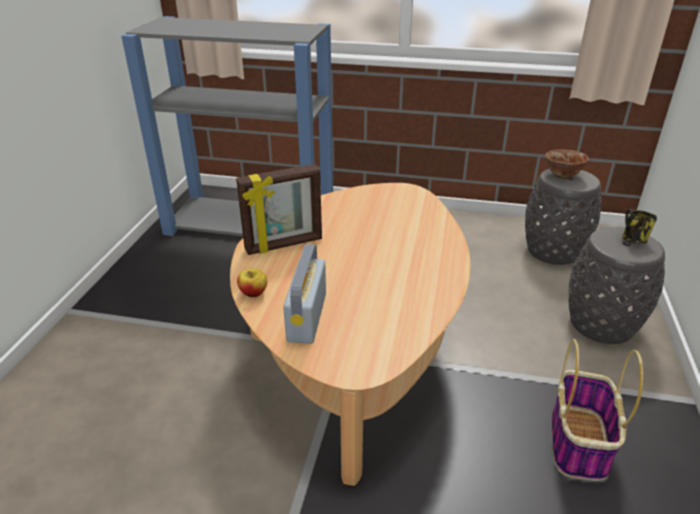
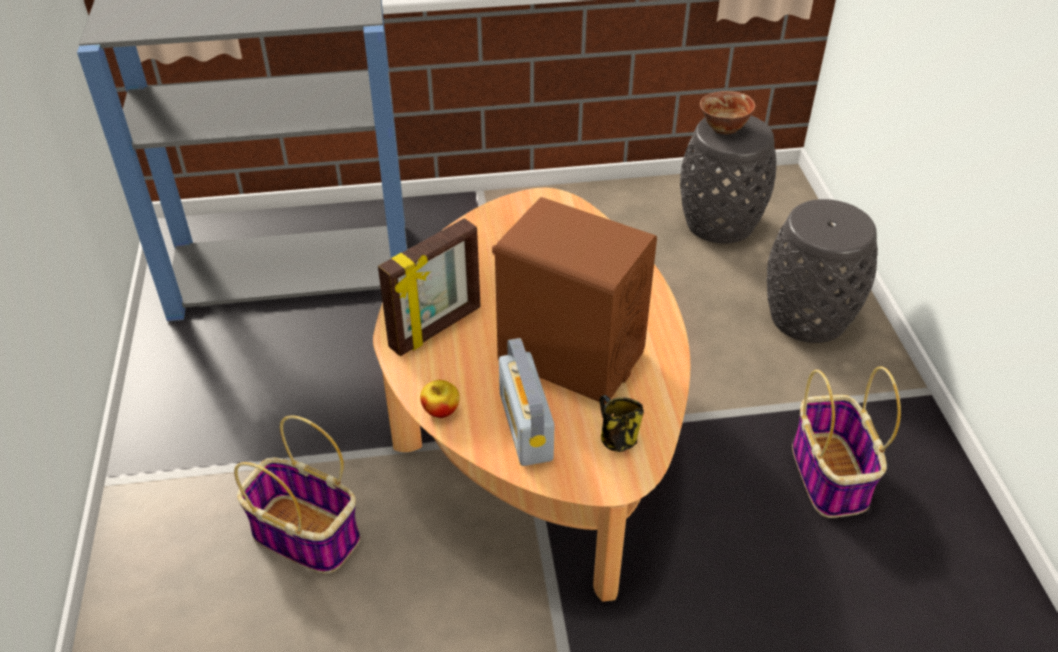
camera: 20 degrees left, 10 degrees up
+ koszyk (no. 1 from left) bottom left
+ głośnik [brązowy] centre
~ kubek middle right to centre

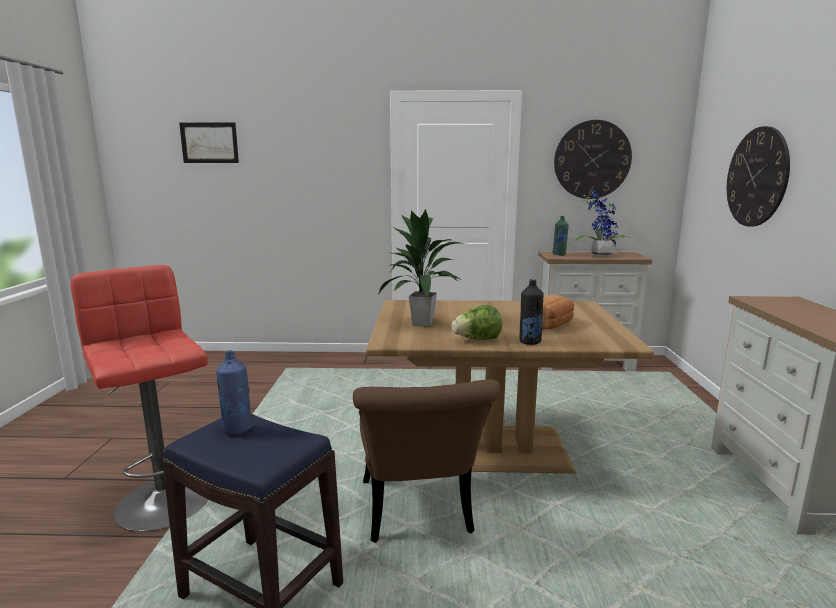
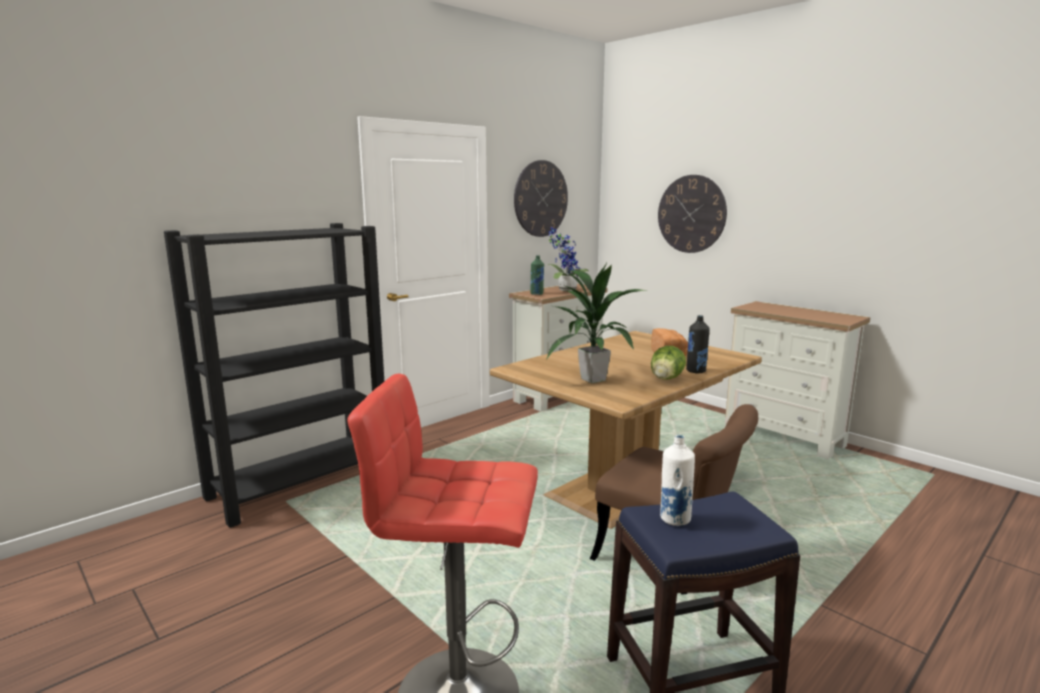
camera: 45 degrees left, 0 degrees up
+ regał [czarny] middle left
~ butelka [niebieski] middle left to butelka [biały] bottom centre
- obraz top left

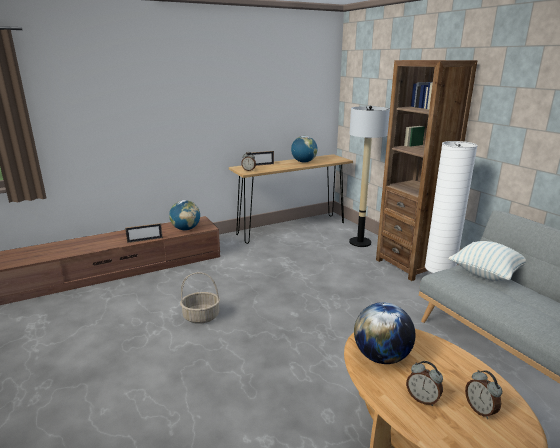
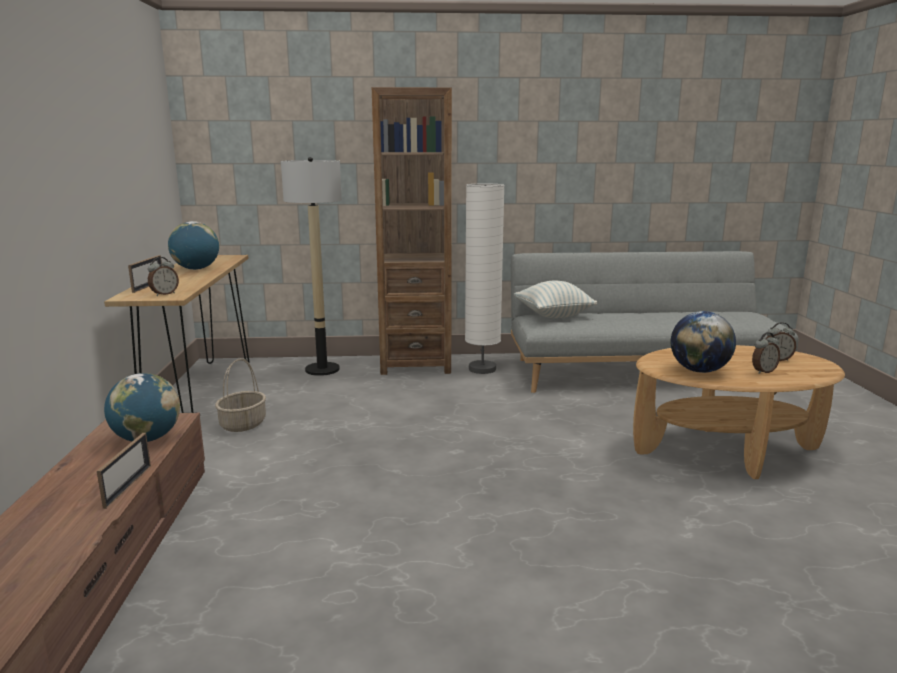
camera: 65 degrees left, 5 degrees down
~ koszyk centre to middle left

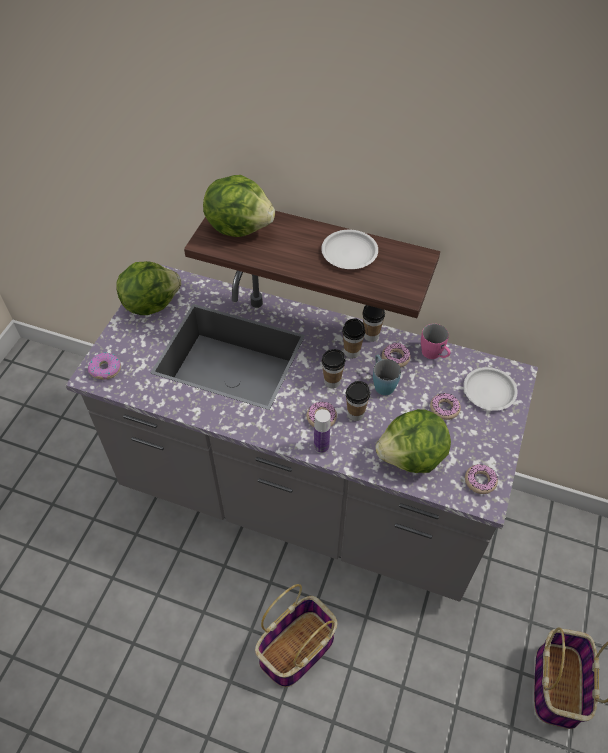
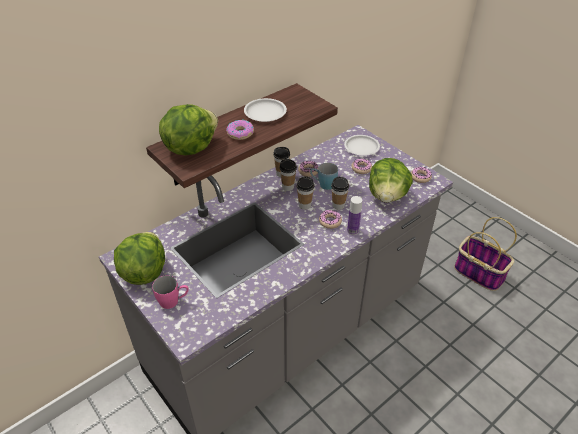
camera: 60 degrees left, 10 degrees down
~ kubek [różowy] middle right to bottom left
~ donut (no. 1 from left) middle left to top centre
- koszyk (no. 1 from left) bottom centre

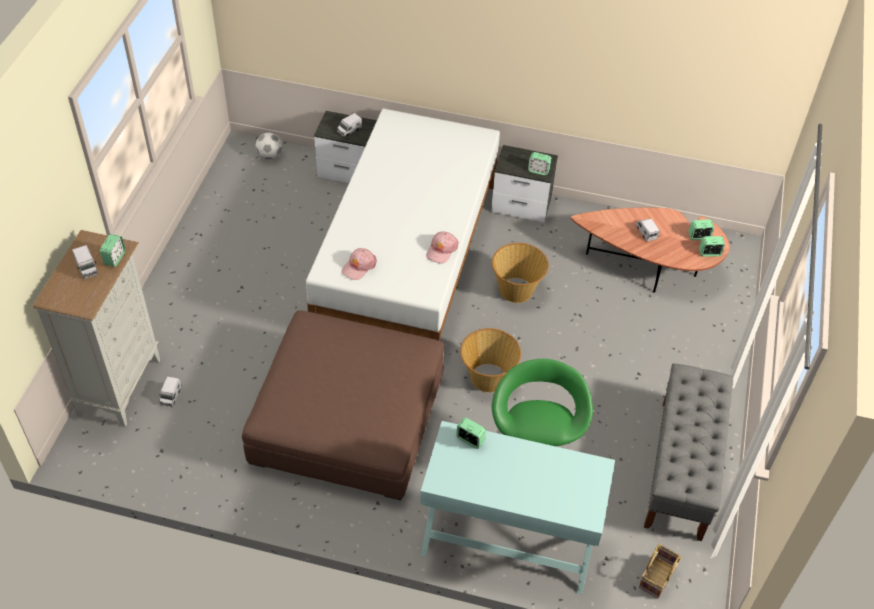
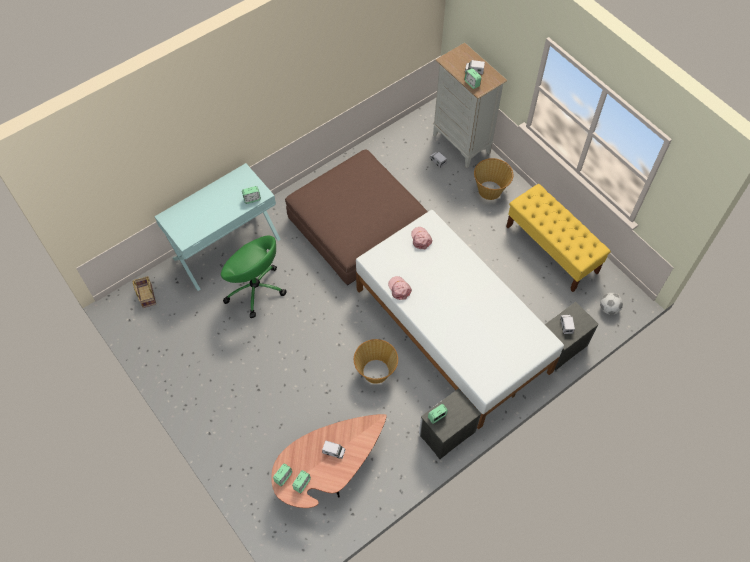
camera: 130 degrees right, 10 degrees up
~ koszyk (no. 1 from left in the first image) centre to koszyk (no. 3 from left) top centre
+ ławka [żółty] middle right
- ławka [szary] bottom right

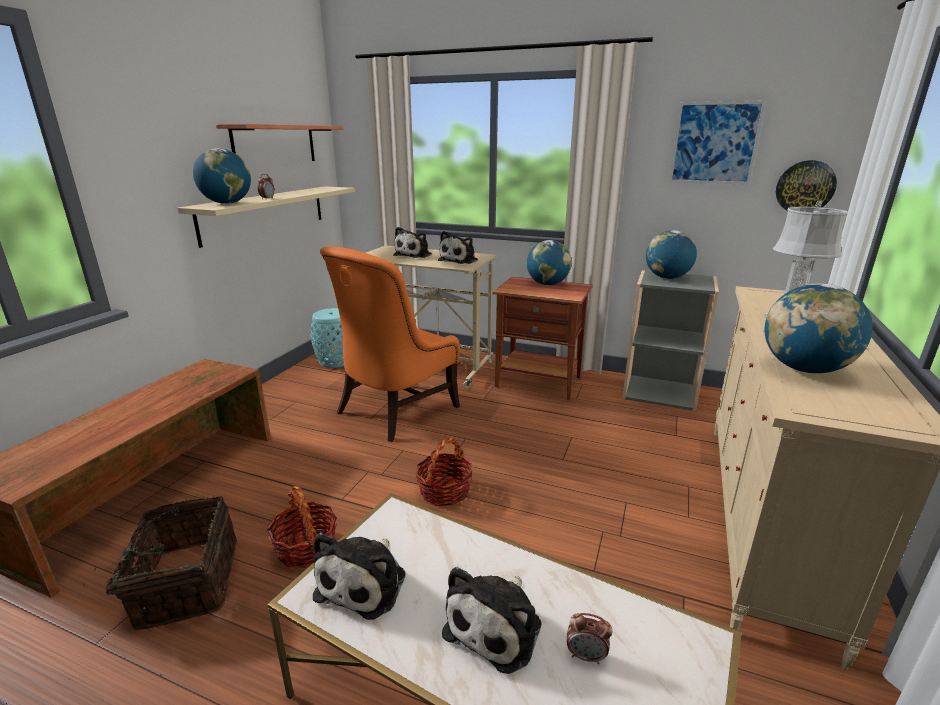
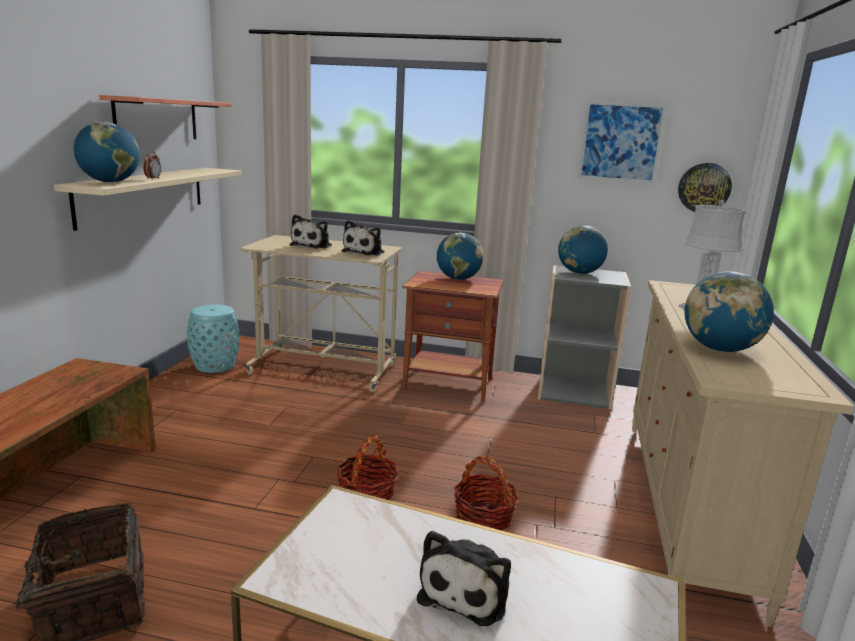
camera: 10 degrees left, 5 degrees down
~ koszyk (no. 2 from left in the first image) bottom left to koszyk (no. 3 from left) bottom centre
- pluszak (no. 1 from left) bottom centre
- krzesło [pomarańczowy] centre
- budzik (no. 2 from left) bottom centre

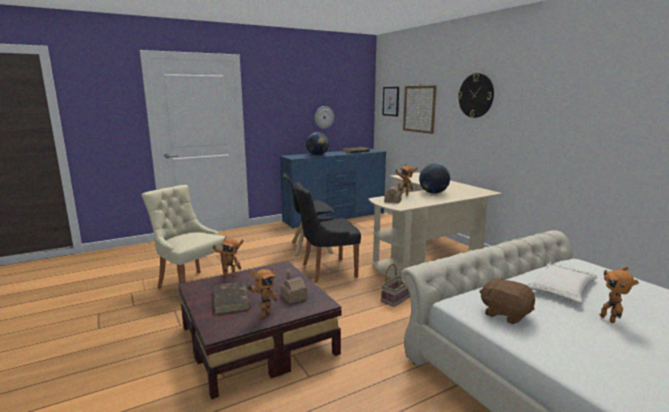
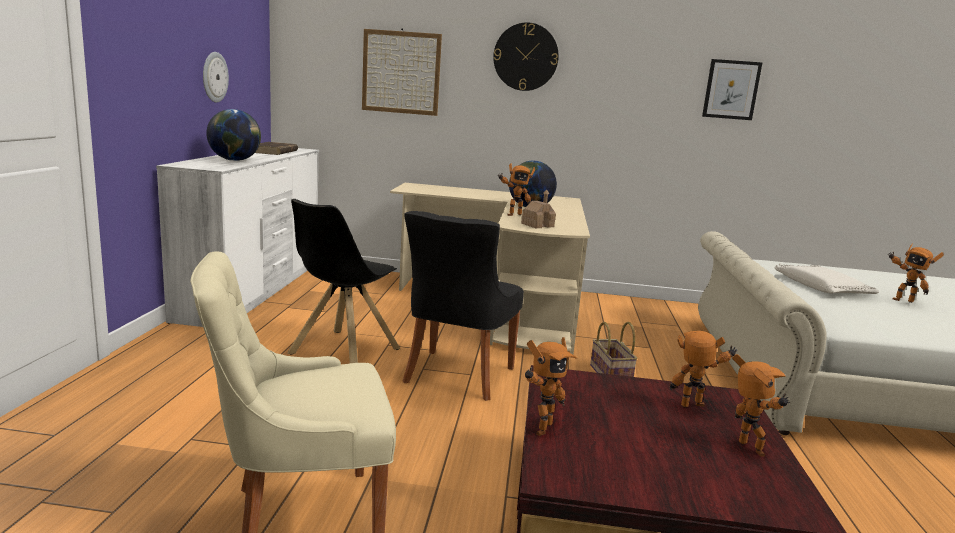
camera: 55 degrees left, 0 degrees up
~ komoda [niebieski] centre to komoda [biały] middle left
~ domek (no. 1 from left) bottom centre to robot zabawkowy (no. 3 from left) bottom right
~ obraz (no. 1 from left in the first image) top centre to obraz (no. 2 from left) top right
- książka [brązowy] (no. 1 from left) bottom centre
- pluszak [brązowy] bottom right

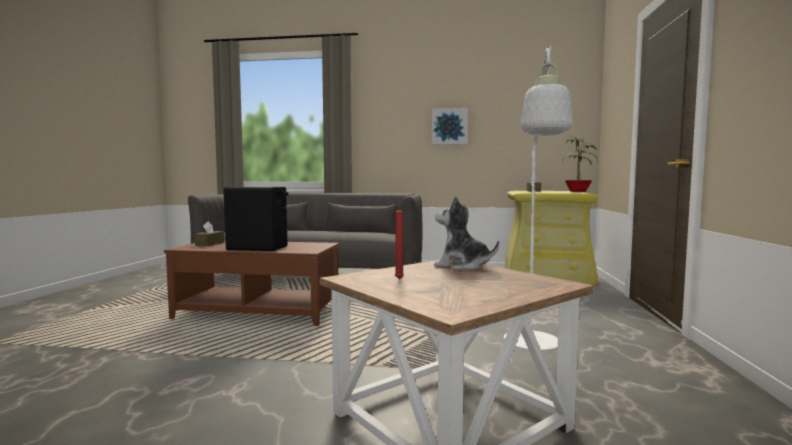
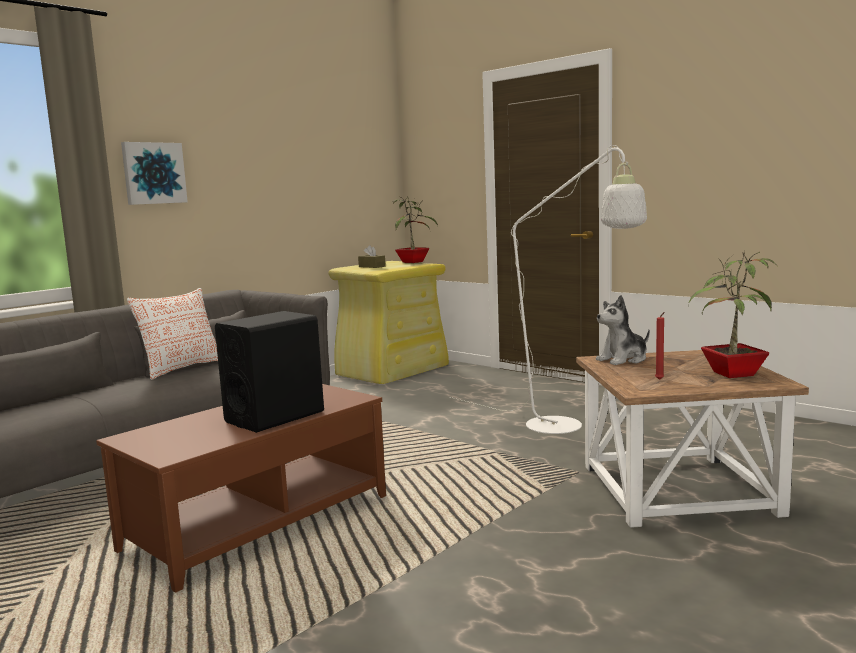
camera: 55 degrees left, 5 degrees up
~ obraz top centre to top left
+ poduszka [biały] middle left
+ roślina doniczkowa (no. 2 from left) middle right
- pudełko chusteczek [brązowy] (no. 1 from left) middle left

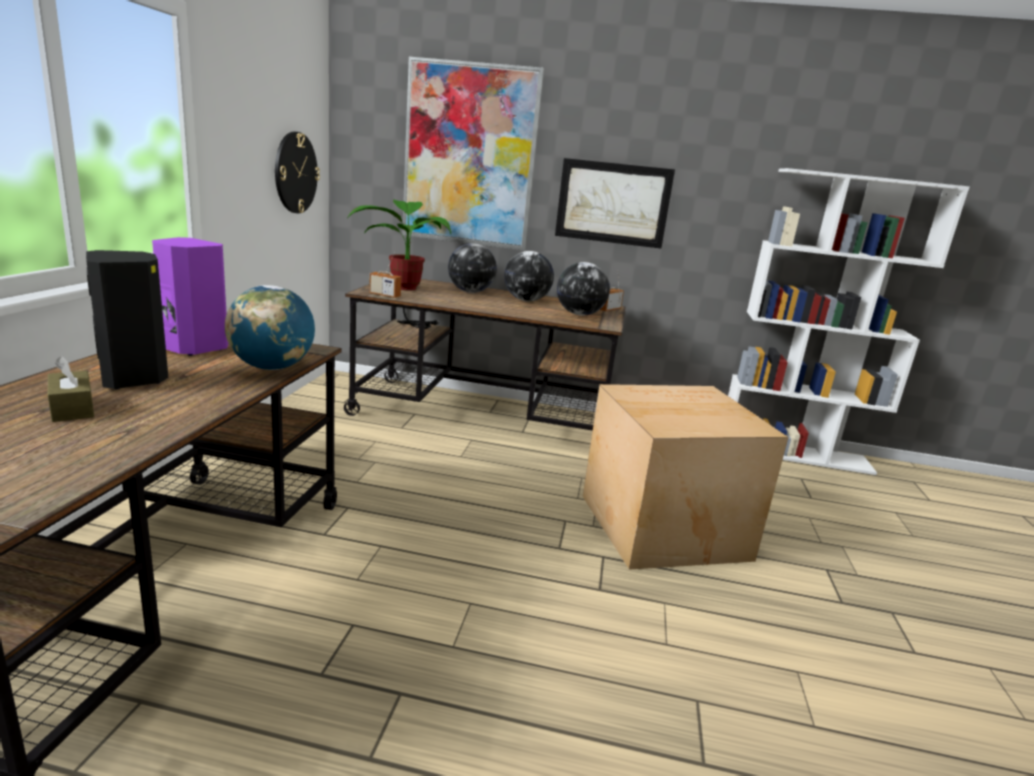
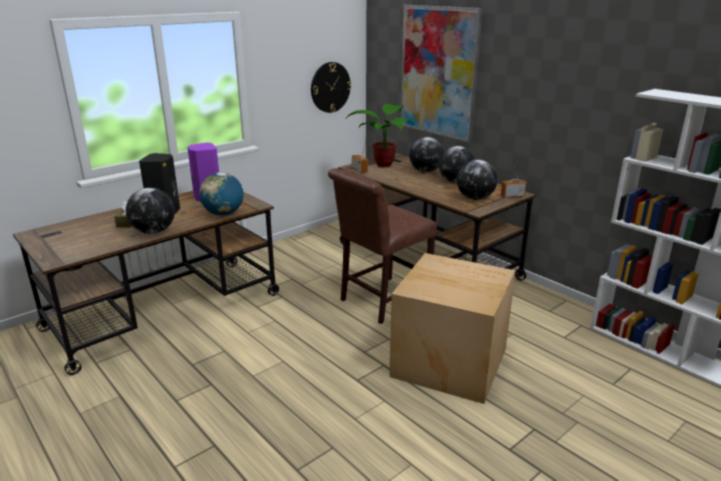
camera: 40 degrees right, 5 degrees up
+ globus (no. 1 from left) middle left
+ krzesło [brązowy] centre
- obraz (no. 2 from left) top centre

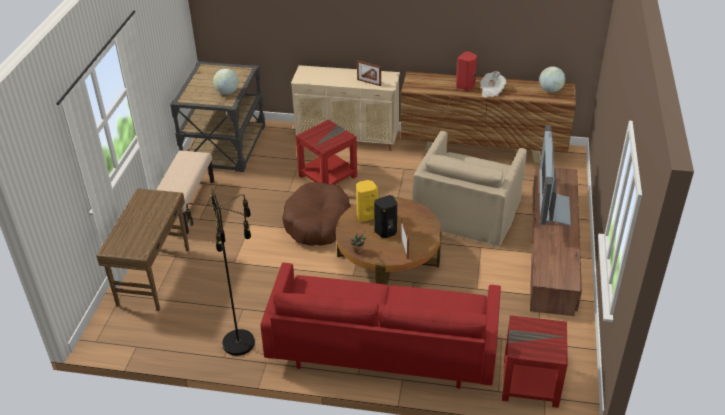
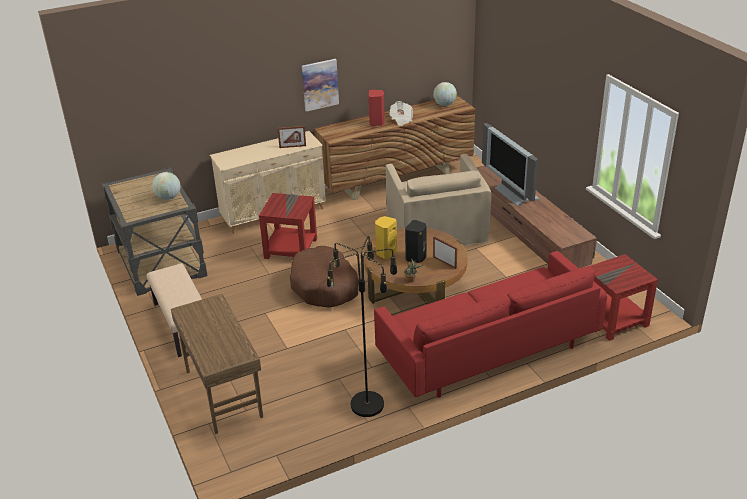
camera: 35 degrees left, 5 degrees down
+ obraz top centre

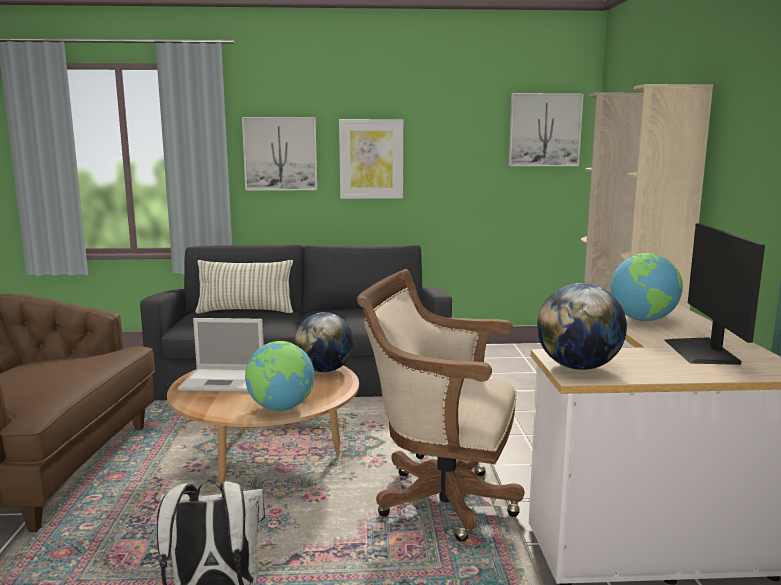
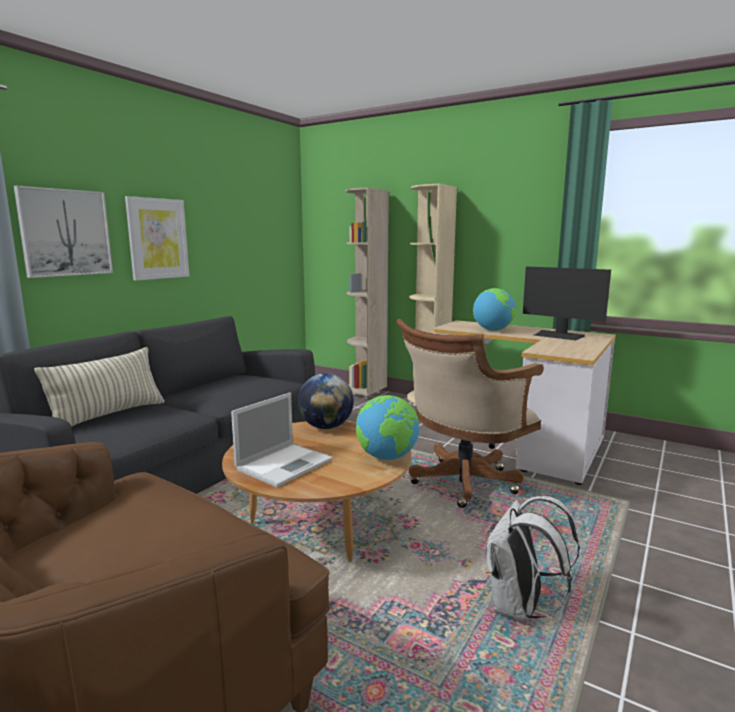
camera: 55 degrees left, 0 degrees up
- obraz (no. 3 from left) top right
- globus (no. 3 from left) middle right

